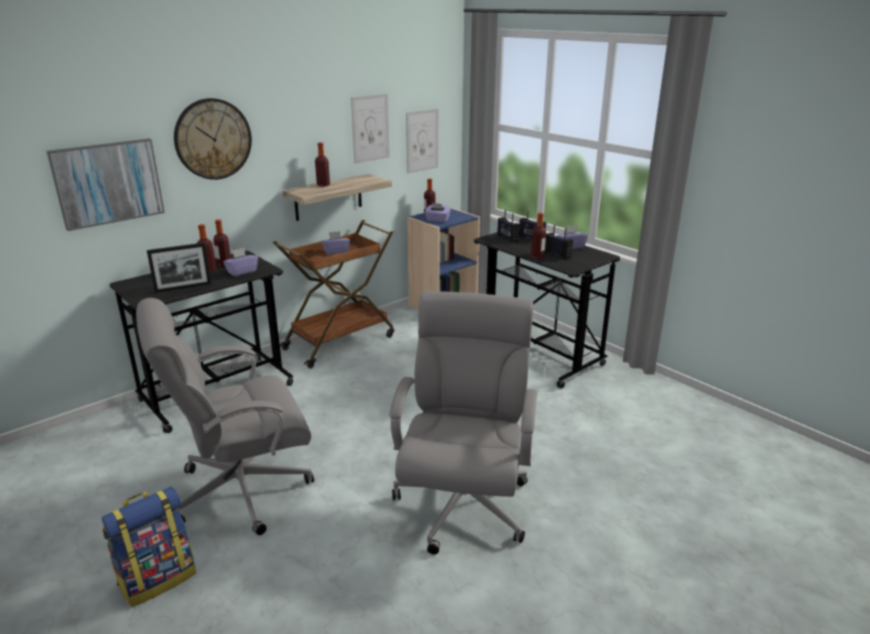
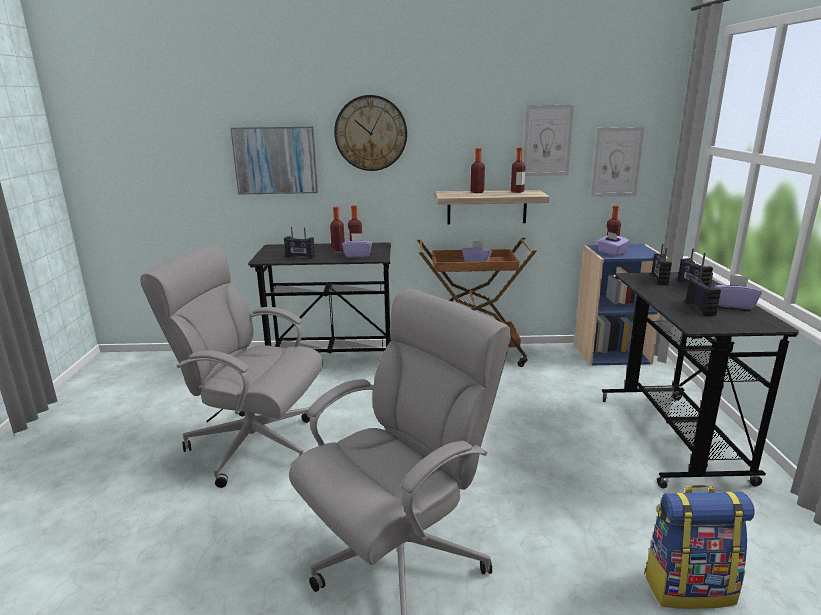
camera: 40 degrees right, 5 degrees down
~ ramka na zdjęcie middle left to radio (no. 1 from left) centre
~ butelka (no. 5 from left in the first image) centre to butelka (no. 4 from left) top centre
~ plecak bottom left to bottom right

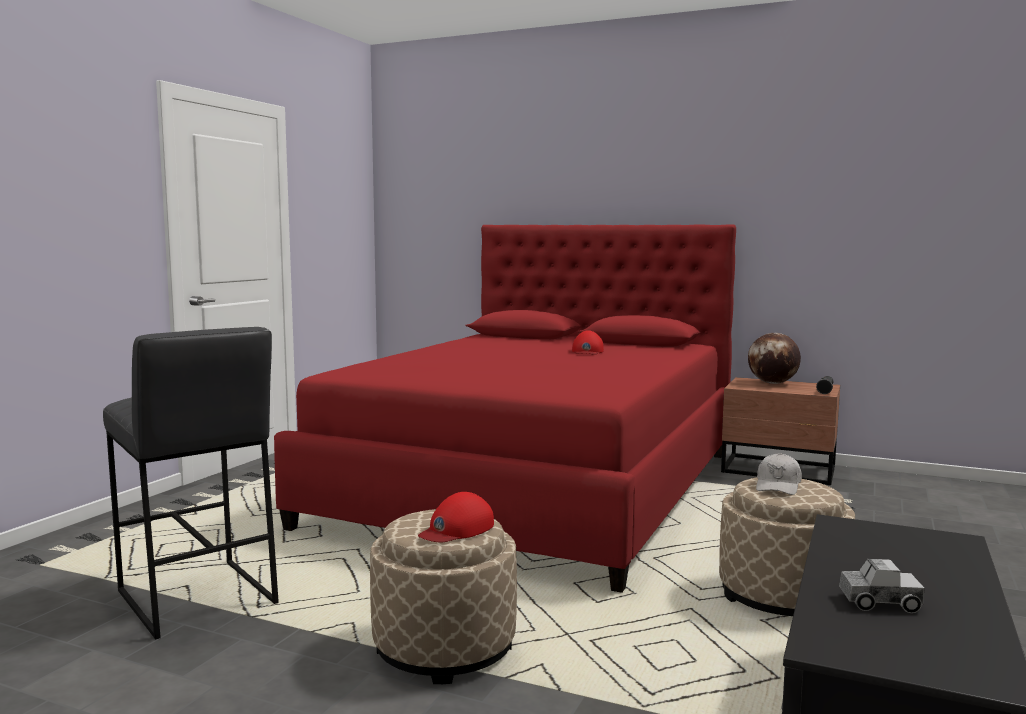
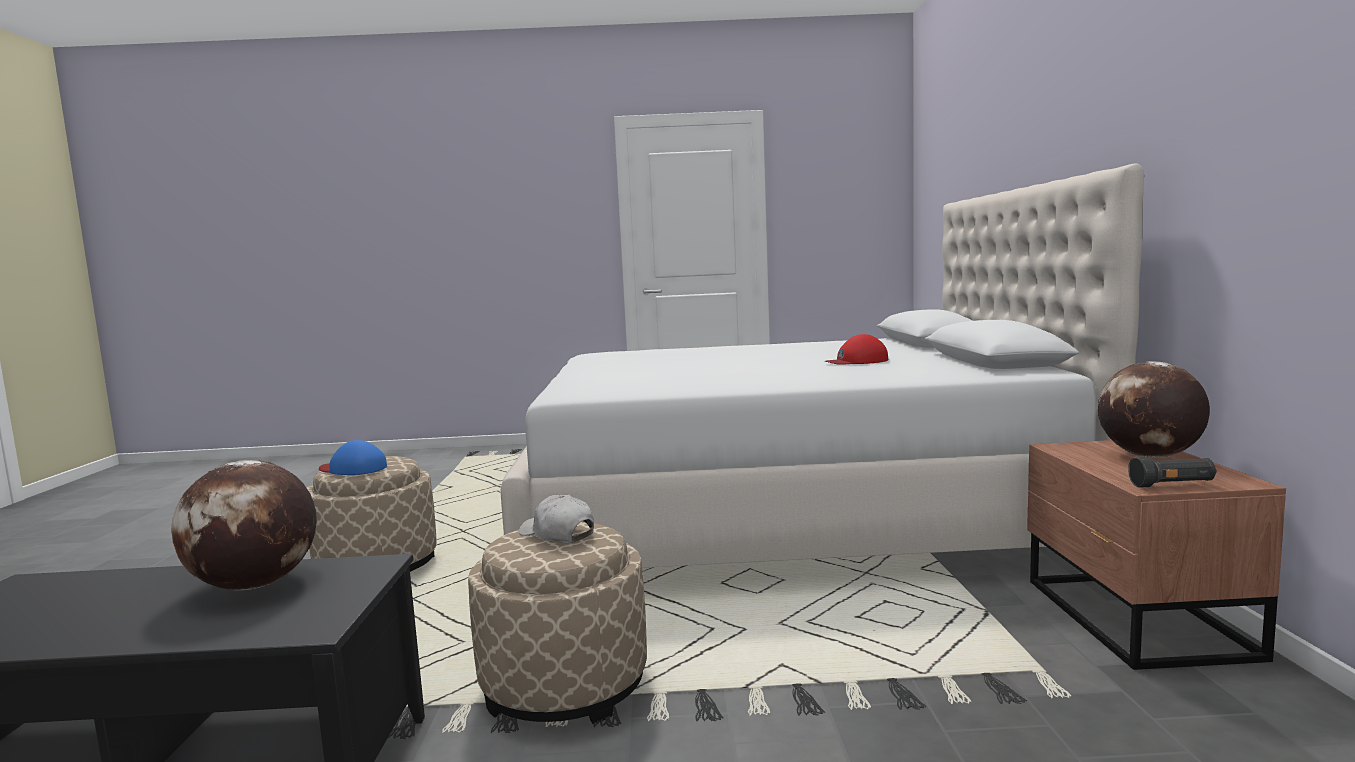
camera: 65 degrees right, 0 degrees up
+ globus (no. 1 from left) bottom left
~ czapka z daszkiem [czerwony] (no. 1 from left) bottom centre to czapka z daszkiem [niebieski] middle left
~ łóżko [czerwony] centre to łóżko [biały] centre
~ czapka z daszkiem [biały] middle right = bottom centre 45 degrees clockwise
- stołek [szary] bottom left
- ciężarówka zabawkowa bottom right

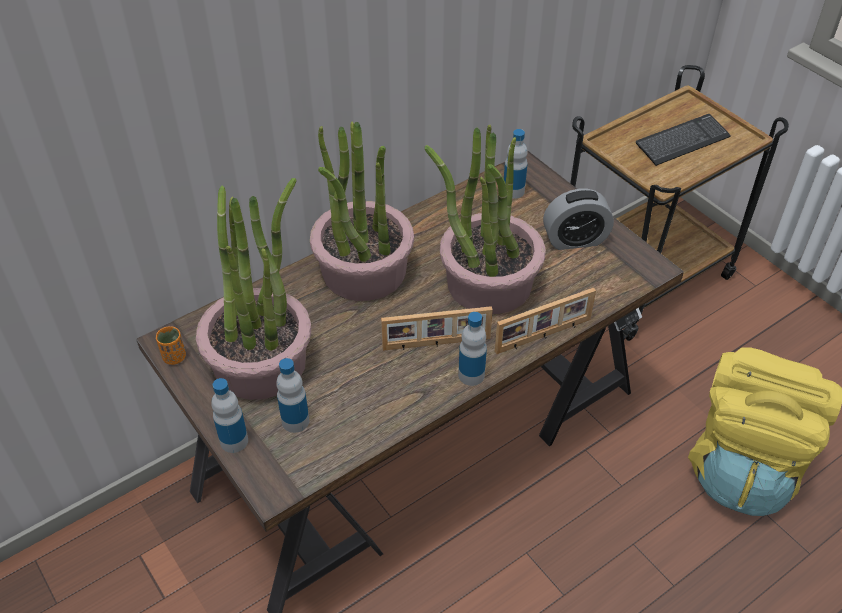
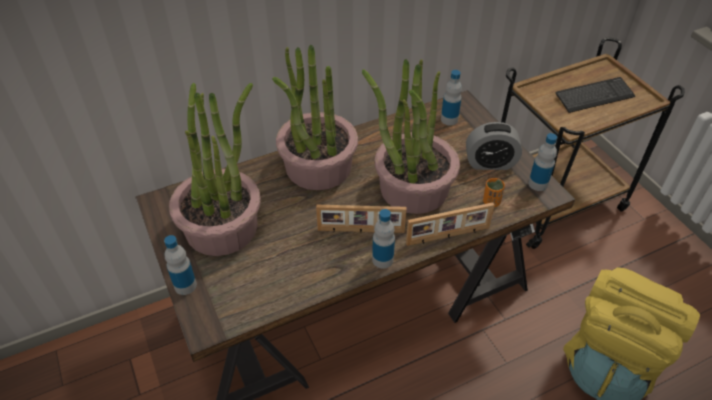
camera: 10 degrees right, 0 degrees up
~ filiżanka [pomarańczowy] middle left to middle right
~ butelka (no. 2 from left in the first image) centre to butelka (no. 4 from left) middle right

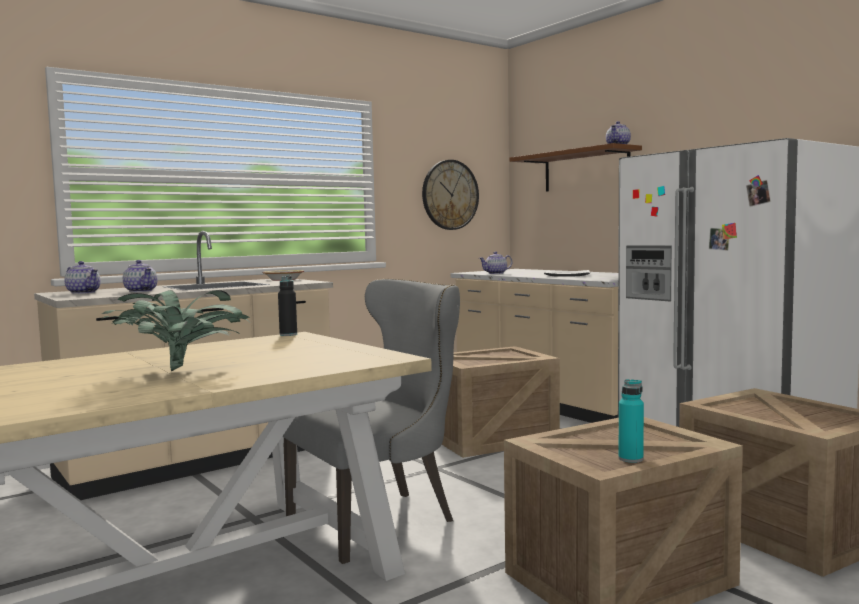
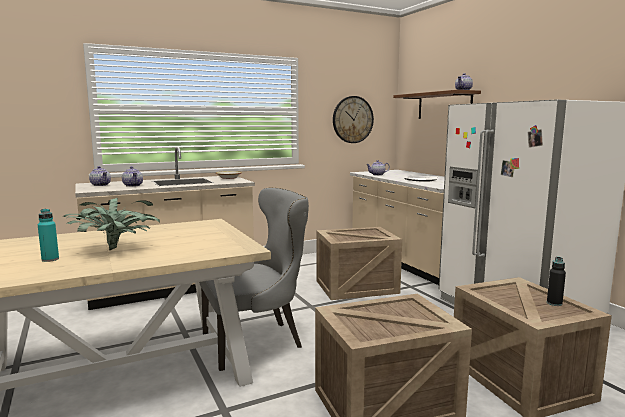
camera: 10 degrees right, 5 degrees up
~ butelka [turkusowy] bottom right to middle left
~ butelka [czarny] centre to bottom right

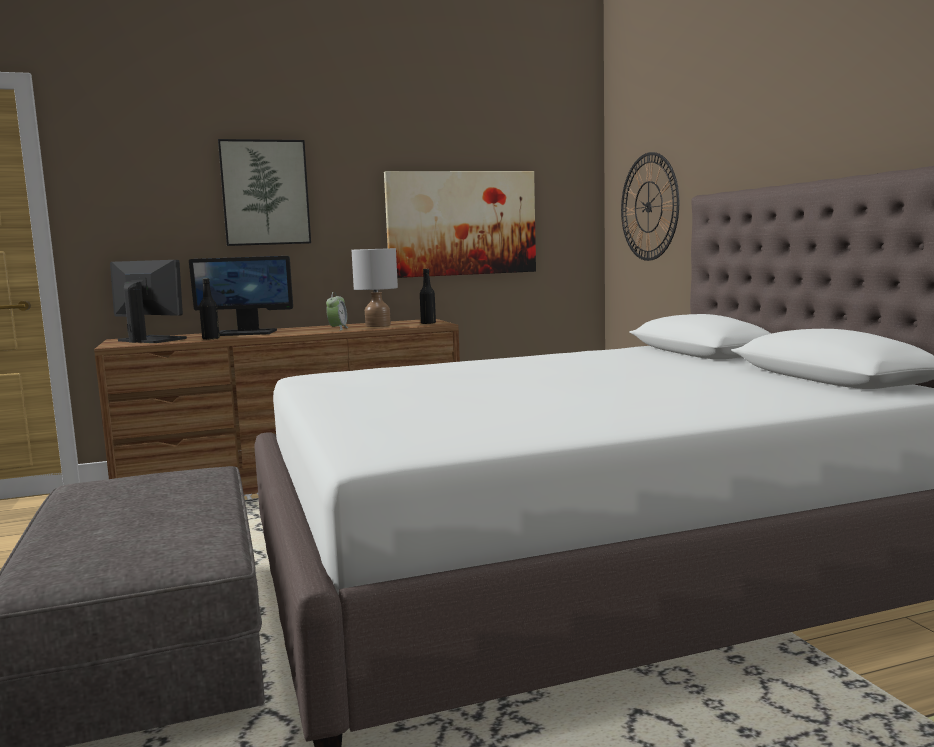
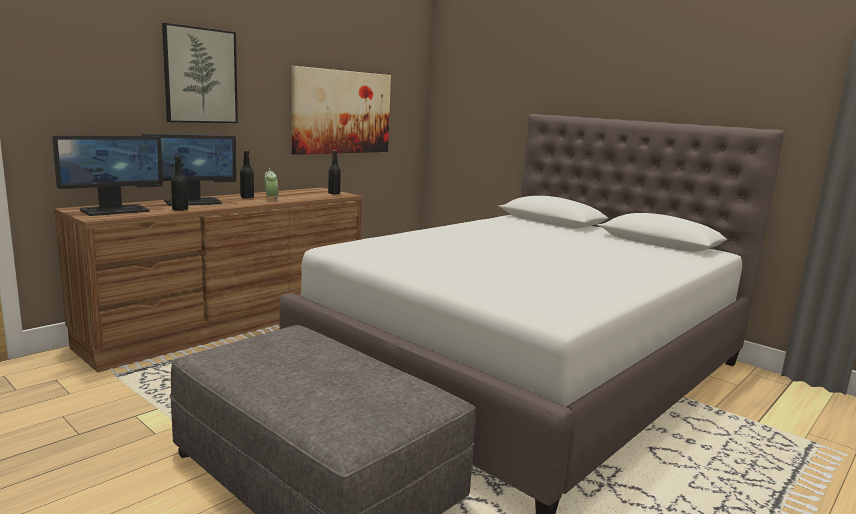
camera: 30 degrees left, 5 degrees up
~ monitor (no. 1 from left) middle left = middle left 135 degrees clockwise
+ butelka [czarny] (no. 2 from left) middle left
- lampa stołowa [szary] centre
- zegar ścienny top right

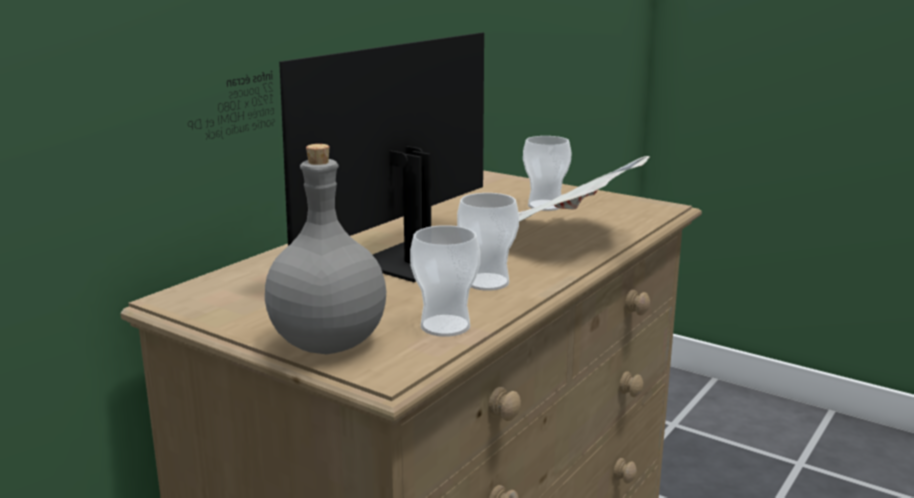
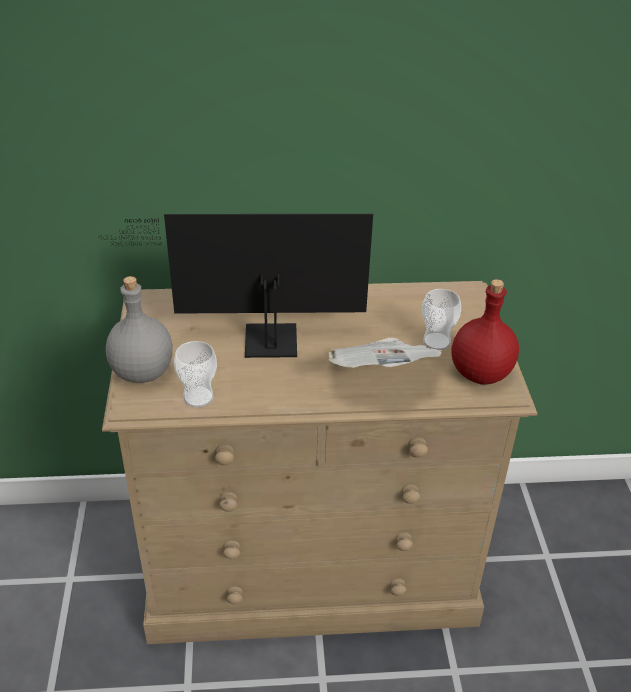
camera: 50 degrees right, 20 degrees up
+ butelka [czerwony] middle right
- filiżanka (no. 2 from left) centre

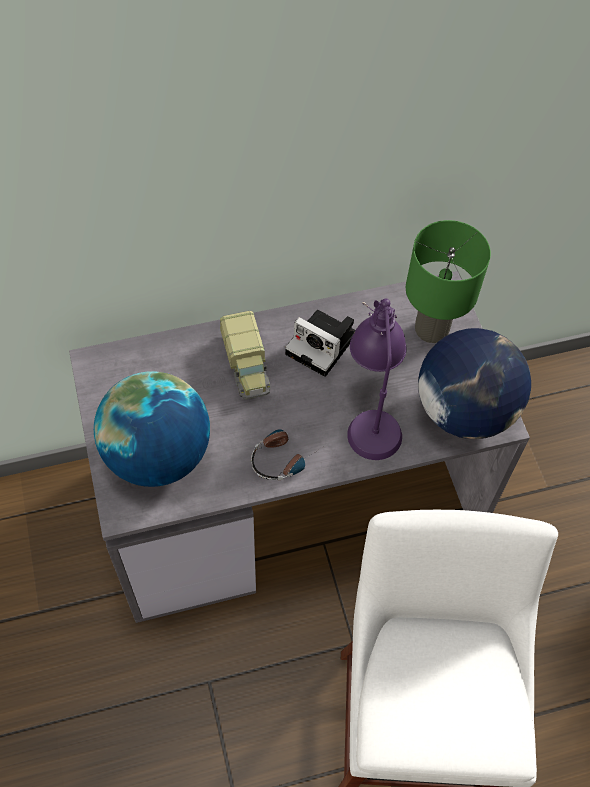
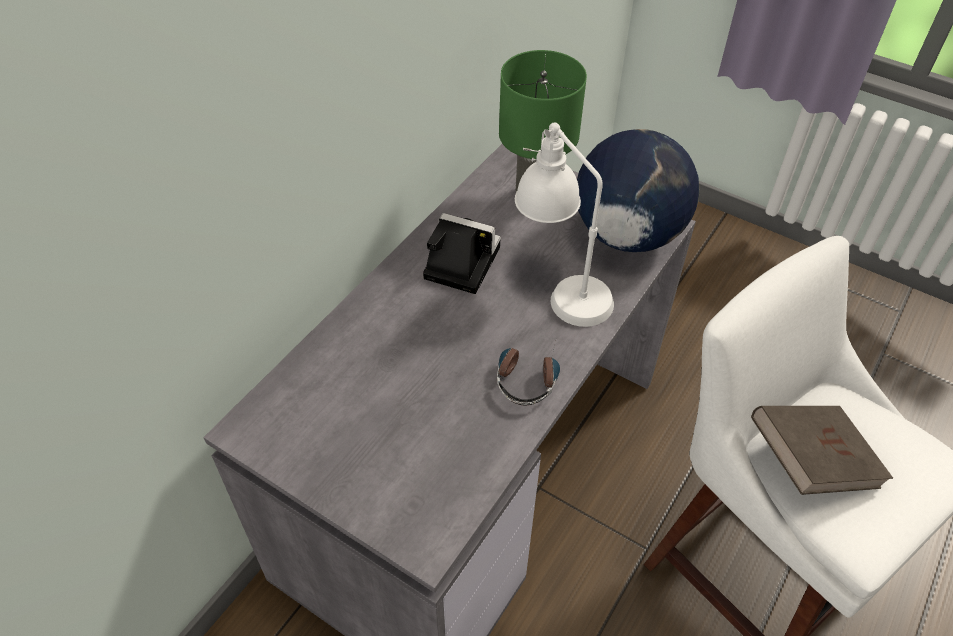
camera: 40 degrees left, 10 degrees down
~ aparat fotograficzny centre = centre 150 degrees counterclockwise
~ lampa stołowa [fioletowy] centre to lampa stołowa [biały] centre
+ książka [brązowy] bottom right
- globus (no. 1 from left) middle left
- ciężarówka zabawkowa centre

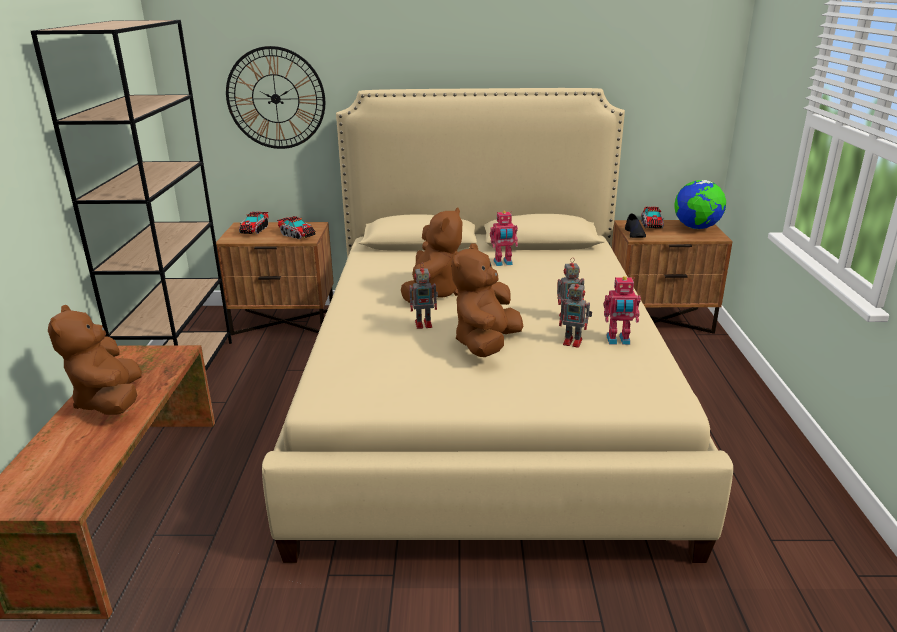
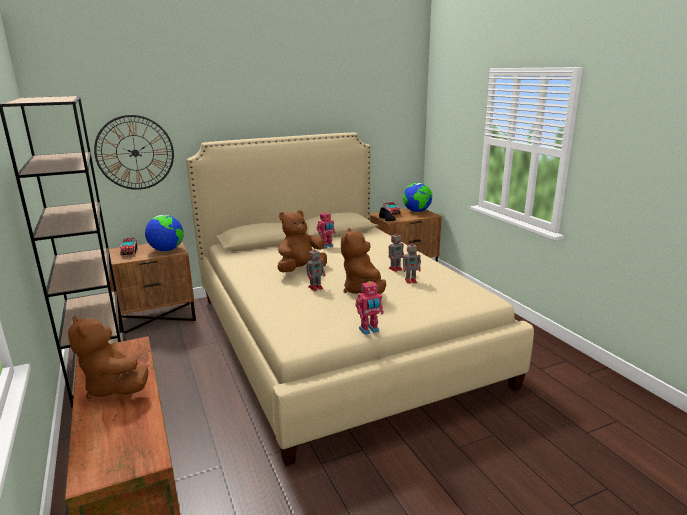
camera: 25 degrees left, 5 degrees down
~ ciężarówka zabawkowa (no. 2 from left) middle left to globus (no. 1 from left) middle left
~ pluszak [brązowy] (no. 2 from left) centre = centre 120 degrees counterclockwise
~ robot zabawkowy (no. 5 from left in the first image) middle right to robot zabawkowy (no. 3 from left) centre

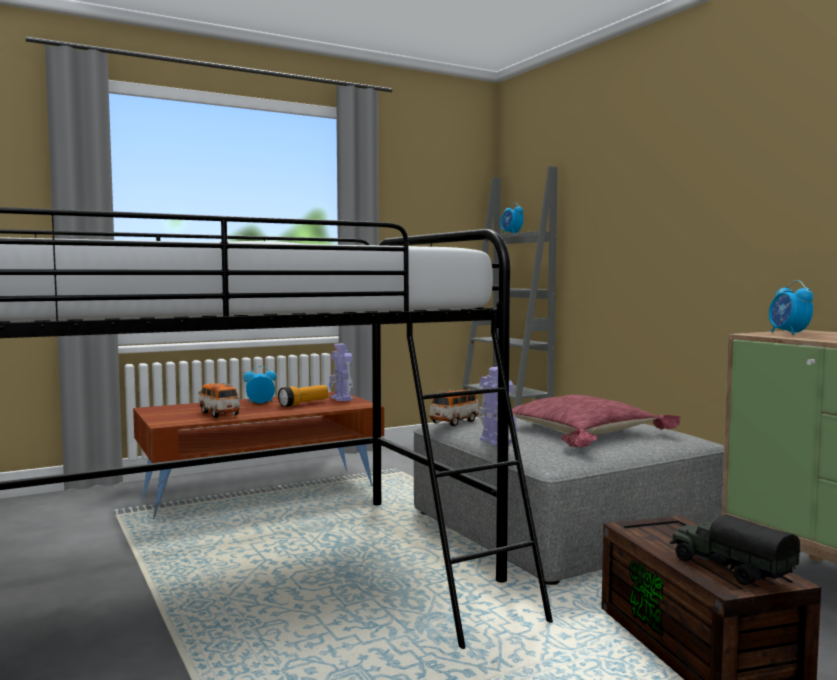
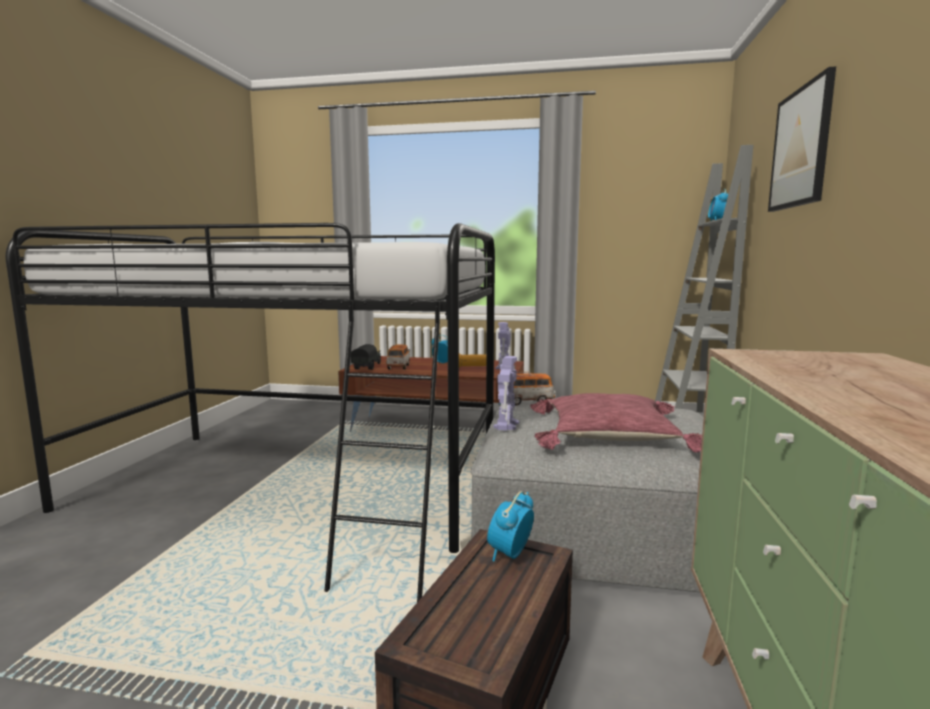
camera: 40 degrees right, 5 degrees up
~ ciężarówka zabawkowa bottom right to centre
~ budzik (no. 3 from left in the first image) middle right to budzik (no. 2 from left) bottom centre
+ obraz top right

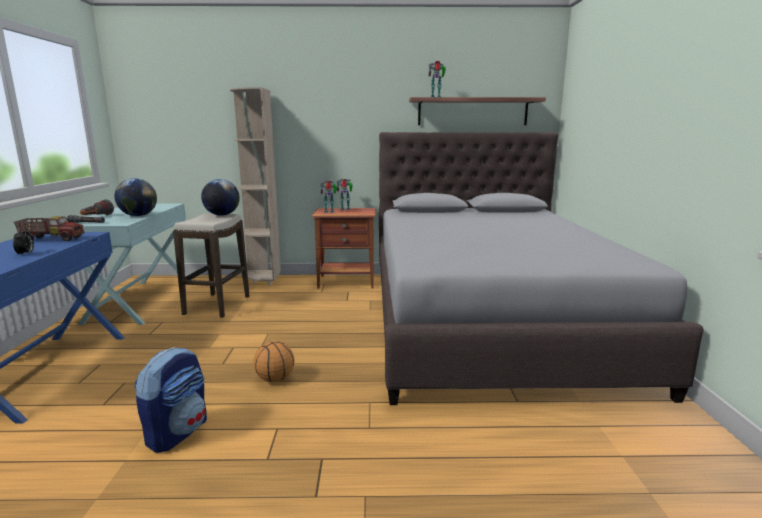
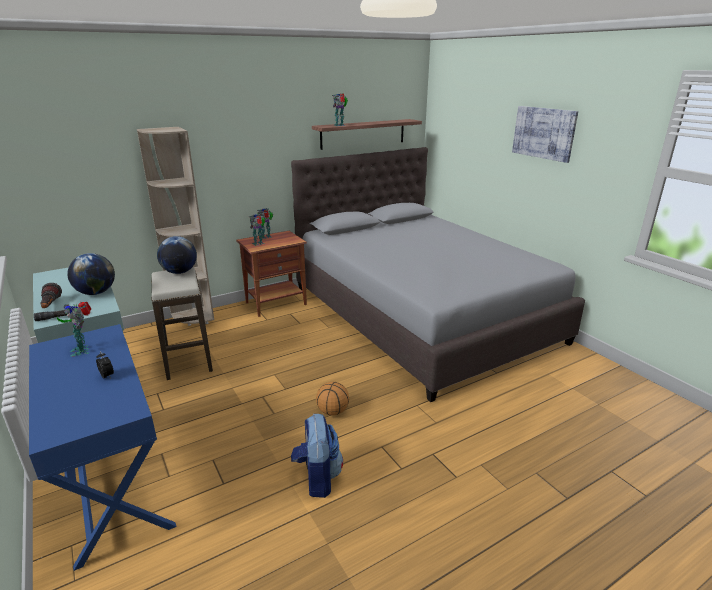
camera: 30 degrees left, 10 degrees up
~ ciężarówka zabawkowa middle left to robot zabawkowy (no. 1 from left) middle left
+ obraz top right

